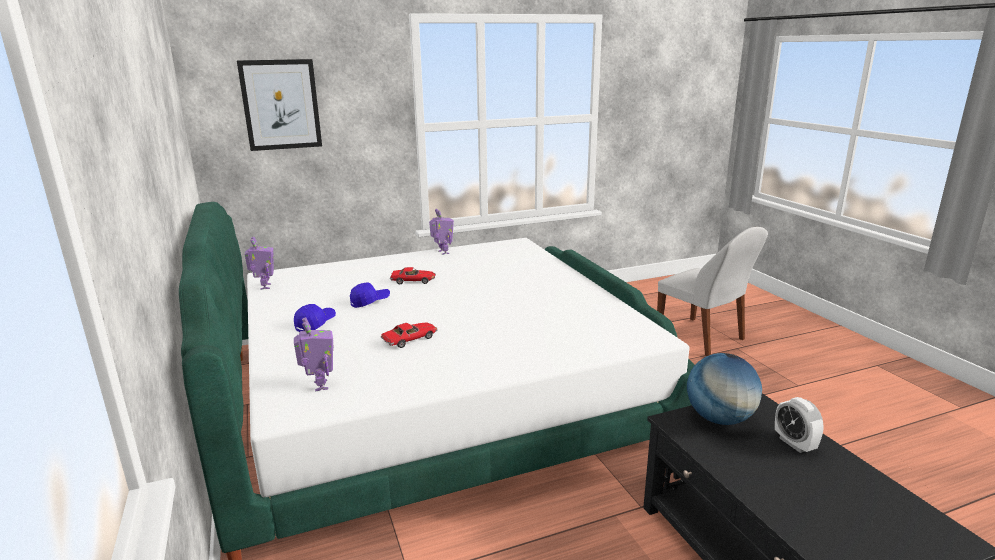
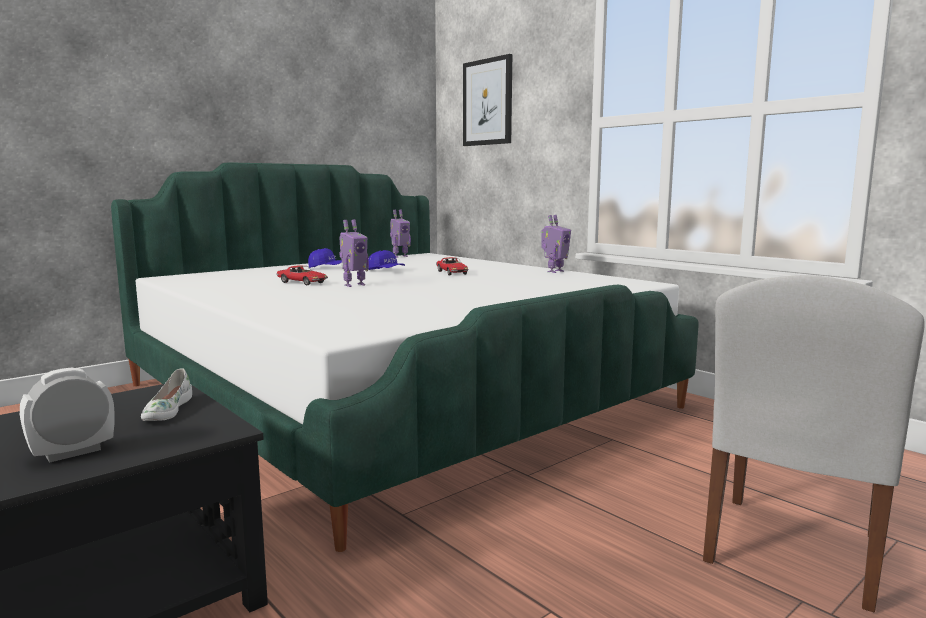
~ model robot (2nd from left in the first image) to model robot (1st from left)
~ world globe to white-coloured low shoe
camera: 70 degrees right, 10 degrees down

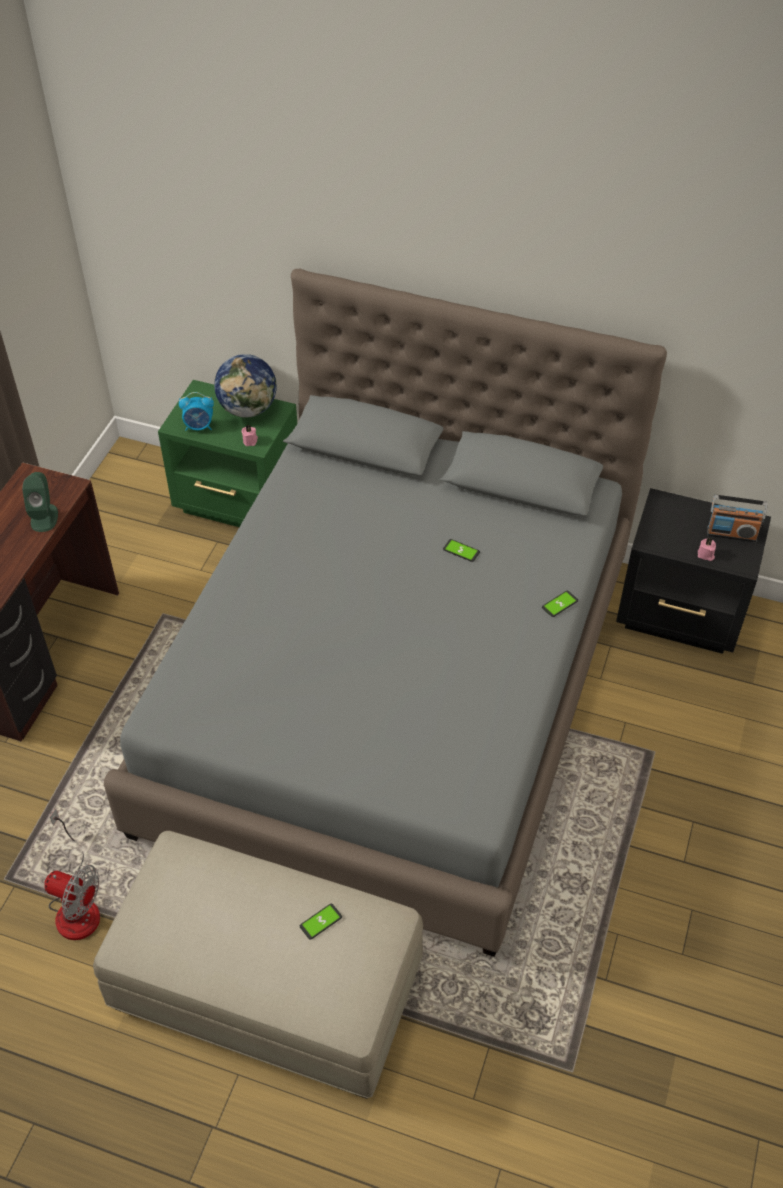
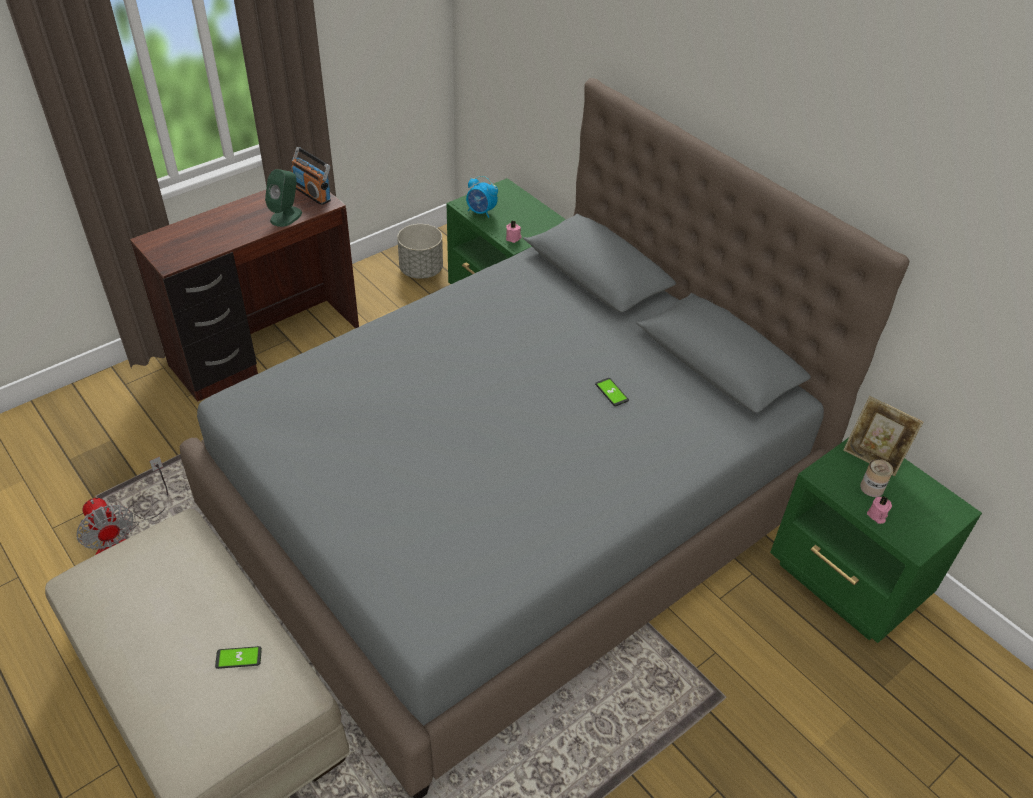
- world globe
~ blackish nightstand to green-coloured nightstand (2nd from left)
~ radio
- handset (3rd from left)
+ grey plant pot
+ standing frame
+ metal can
camera: 30 degrees right, 5 degrees down

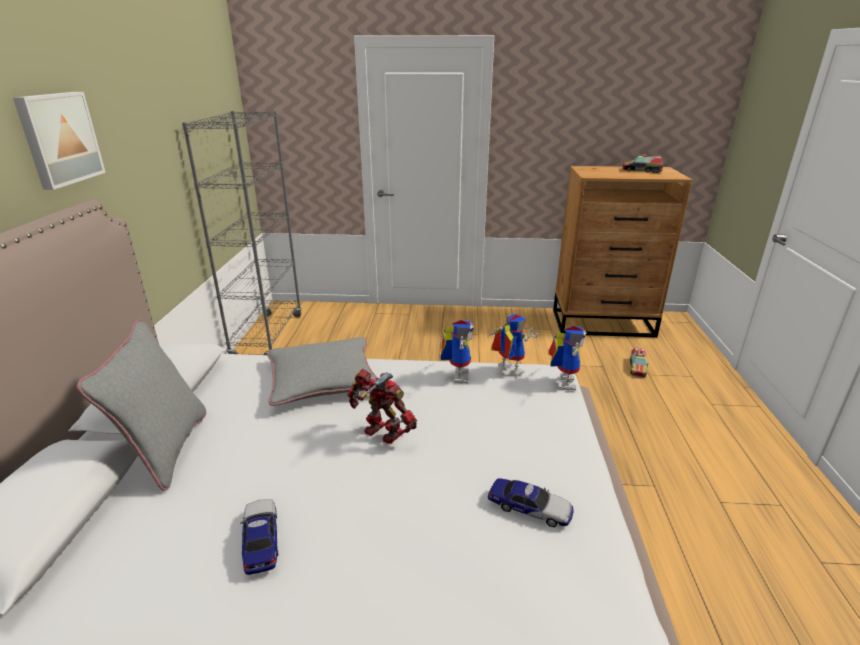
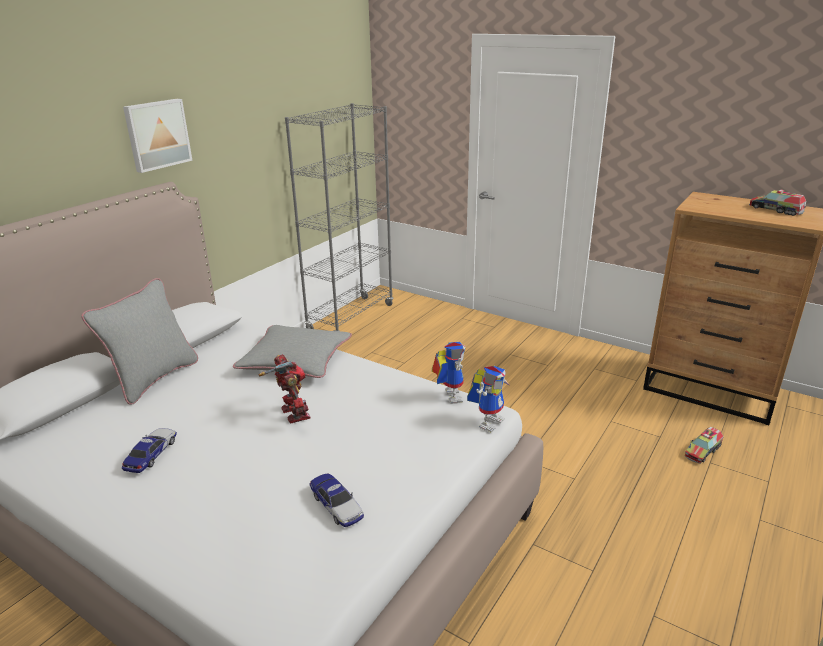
- model robot (2nd from left)
camera: 30 degrees right, 0 degrees up

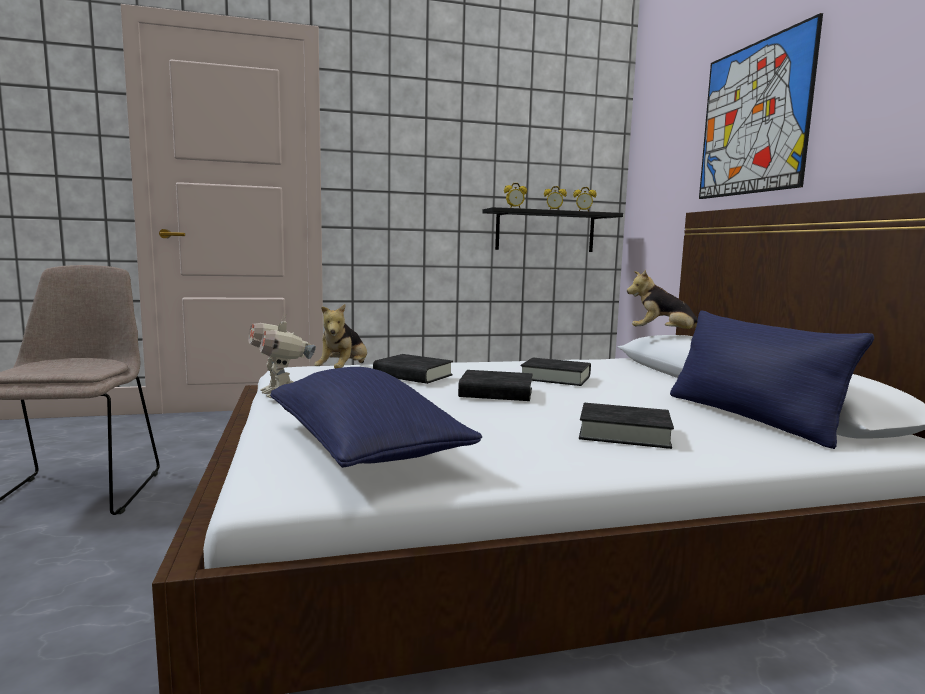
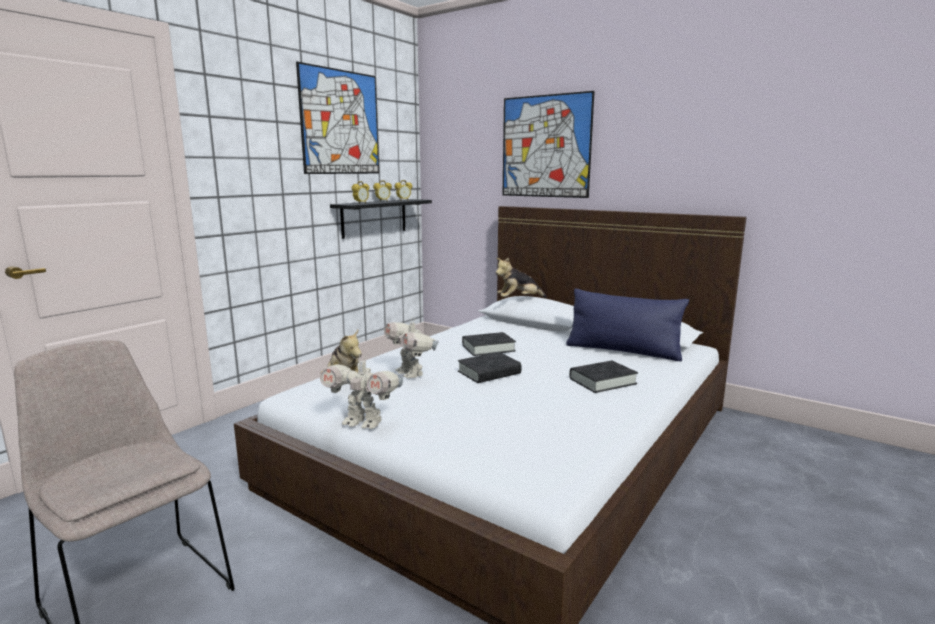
~ blackish book (1st from left) to model robot (2nd from left)
- blue pillow (1st from left)
+ wall picture (1st from left)
camera: 40 degrees left, 5 degrees up

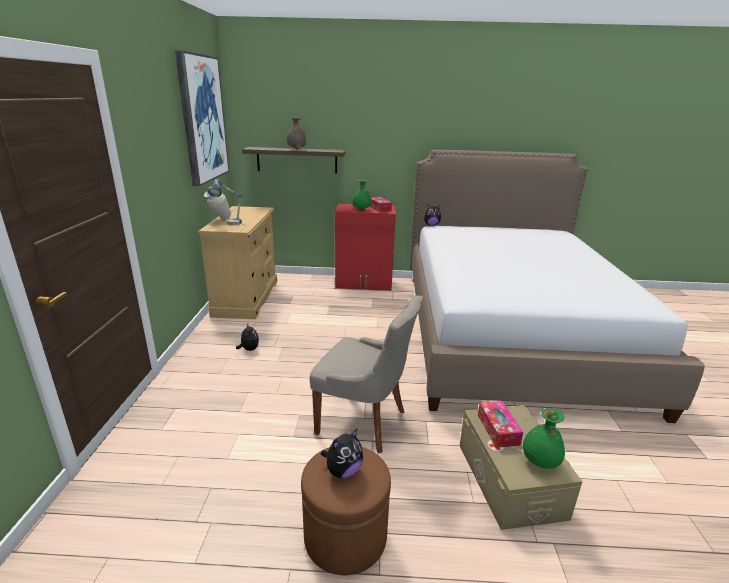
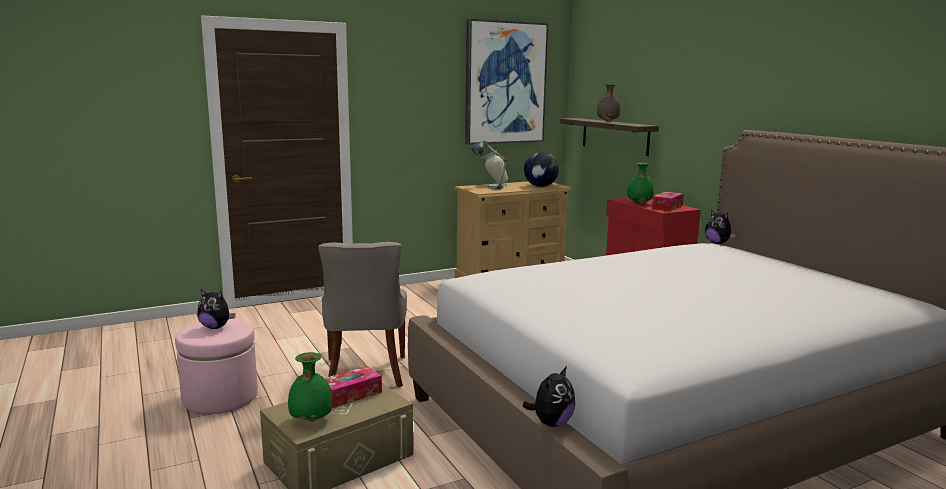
~ cuddly toy (1st from left in the first image) to cuddly toy (2nd from left)
~ brown pouffe to pinkish pouffe
+ world globe
camera: 60 degrees right, 10 degrees down

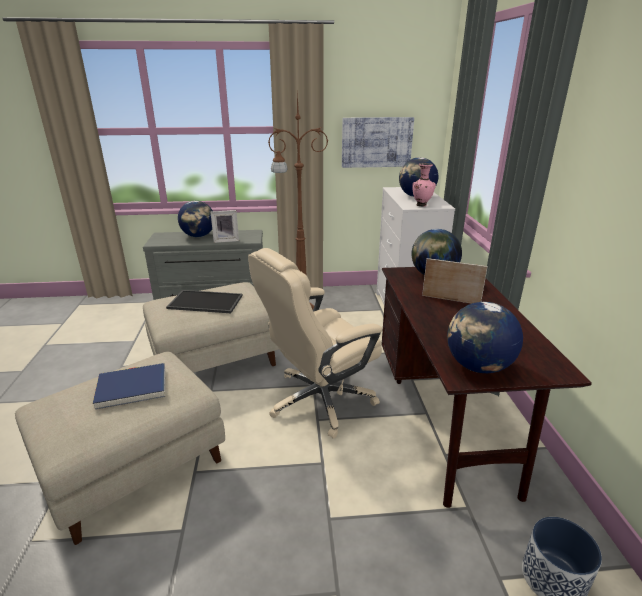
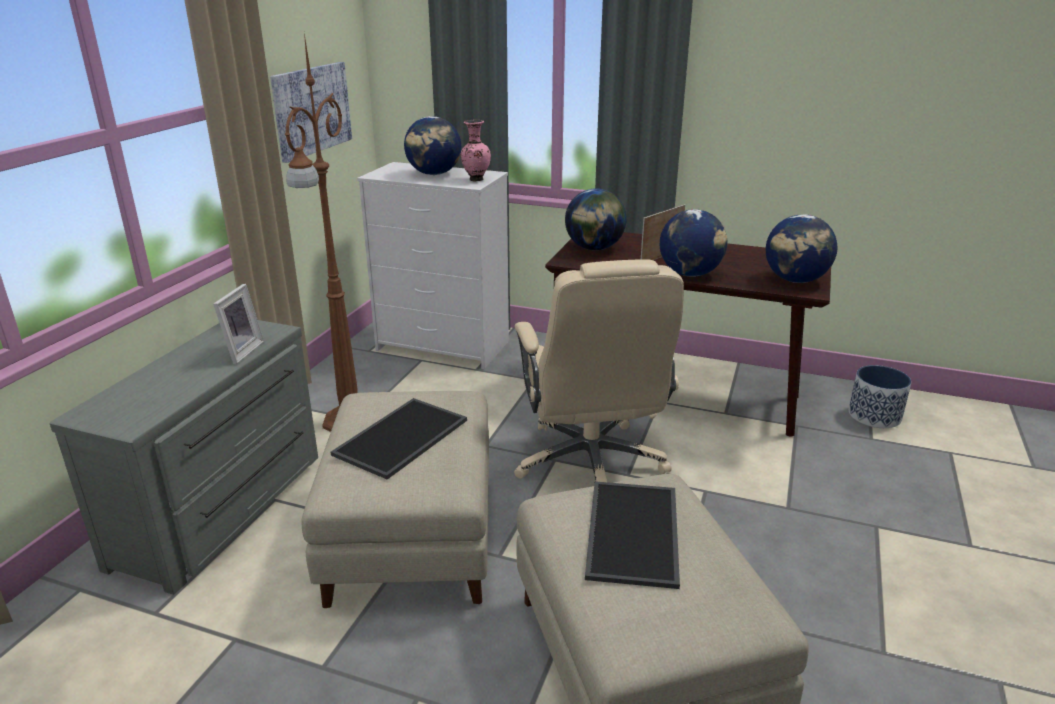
~ world globe (1st from left in the first image) to world globe (3rd from left)
~ blue book to tray (2nd from left)
camera: 65 degrees left, 0 degrees up

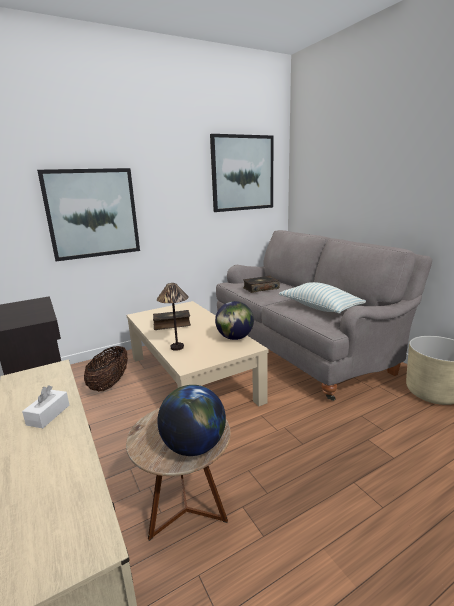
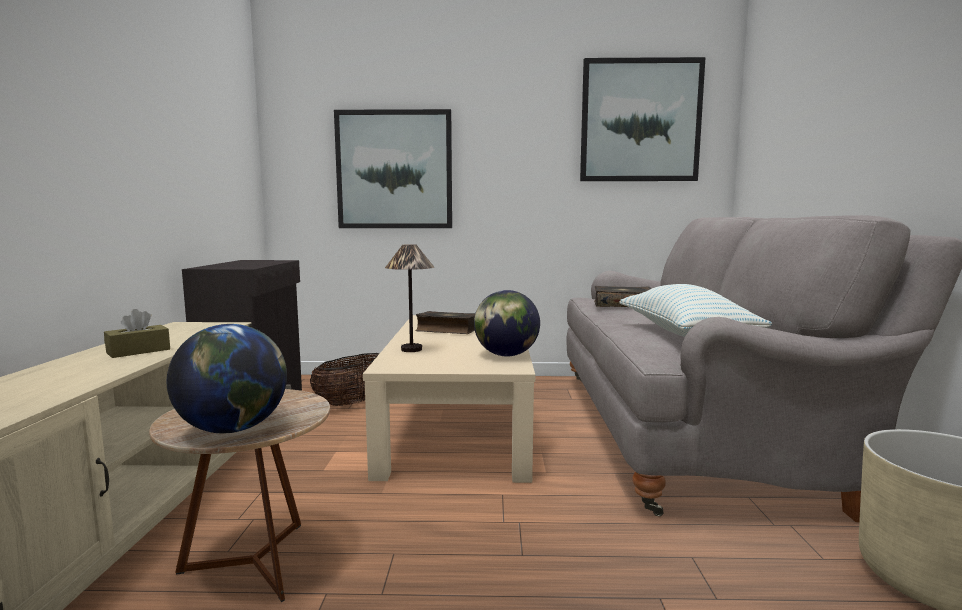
~ white-coloured box of tissues to brown box of tissues
camera: 30 degrees right, 10 degrees down

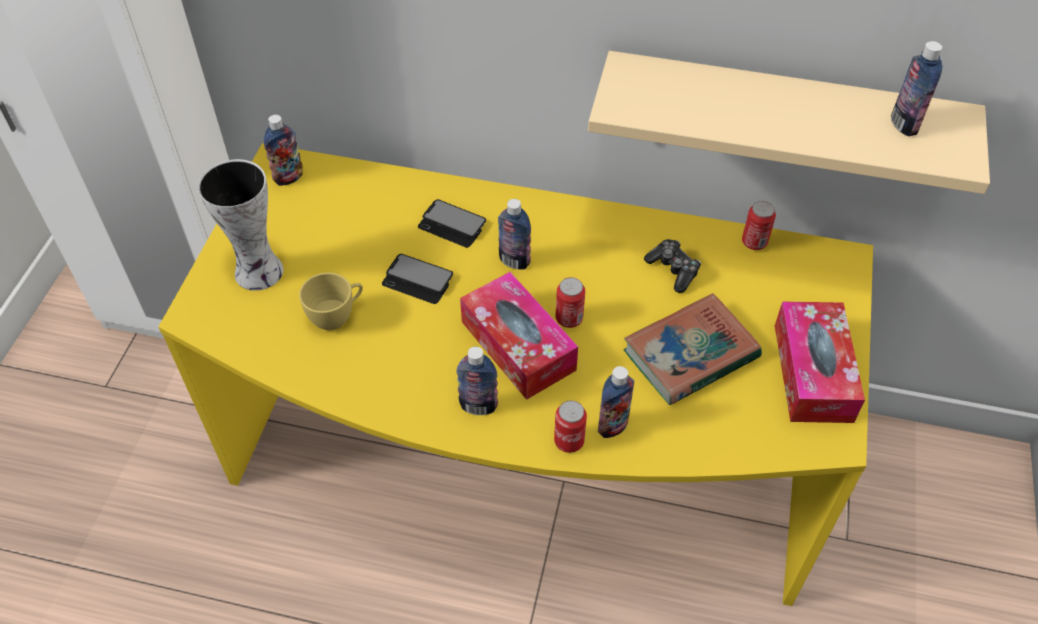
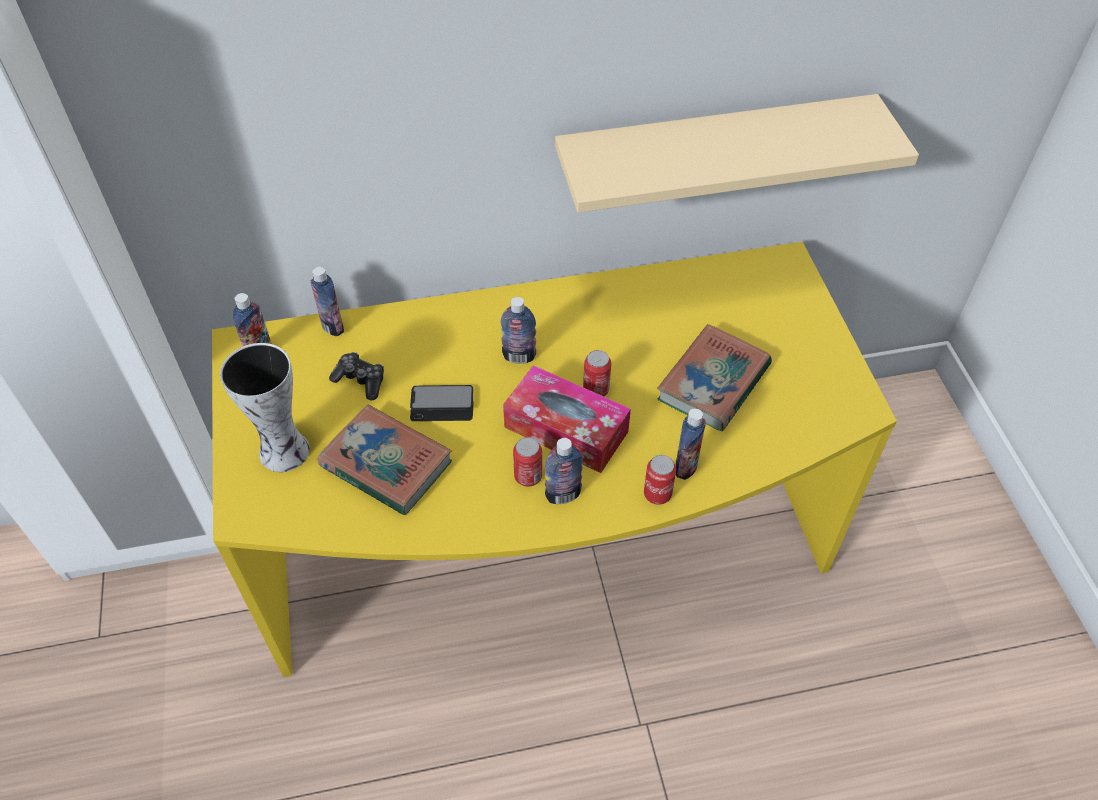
~ bottle (5th from left in the first image) to bottle (2nd from left)
- handset (2nd from left)
~ metal can (3rd from left in the first image) to metal can (1st from left)
~ joypad
~ yellowish cup to book (1st from left)
- box of tissues (2nd from left)
camera: 25 degrees left, 0 degrees up

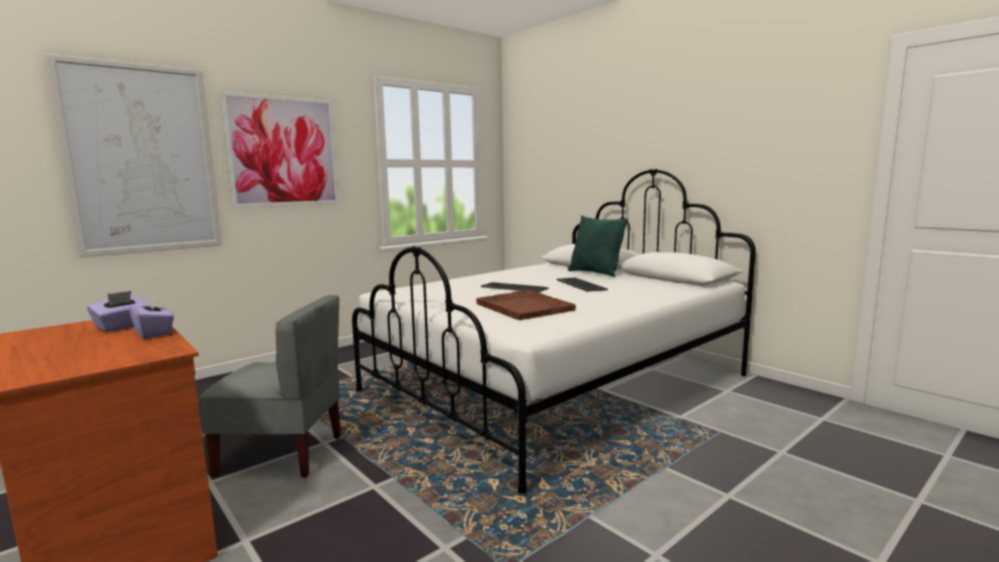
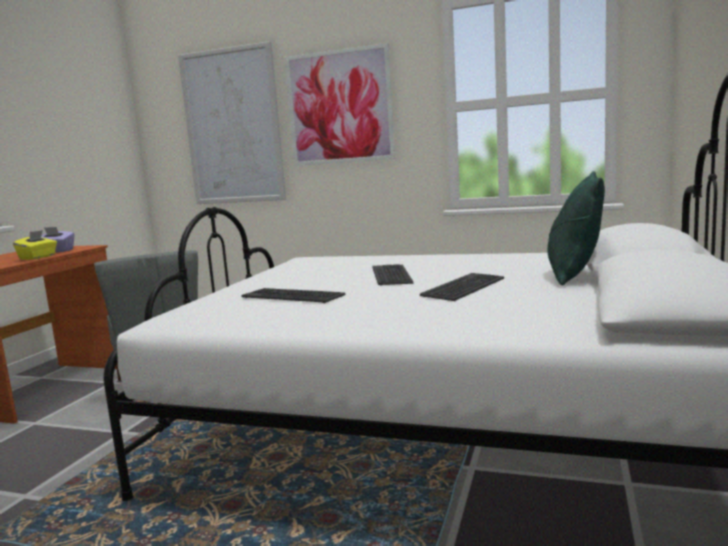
~ brown tray to keyboard (1st from left)
~ purple-coloured box of tissues (2nd from left) to yellowish box of tissues
camera: 60 degrees right, 0 degrees up

